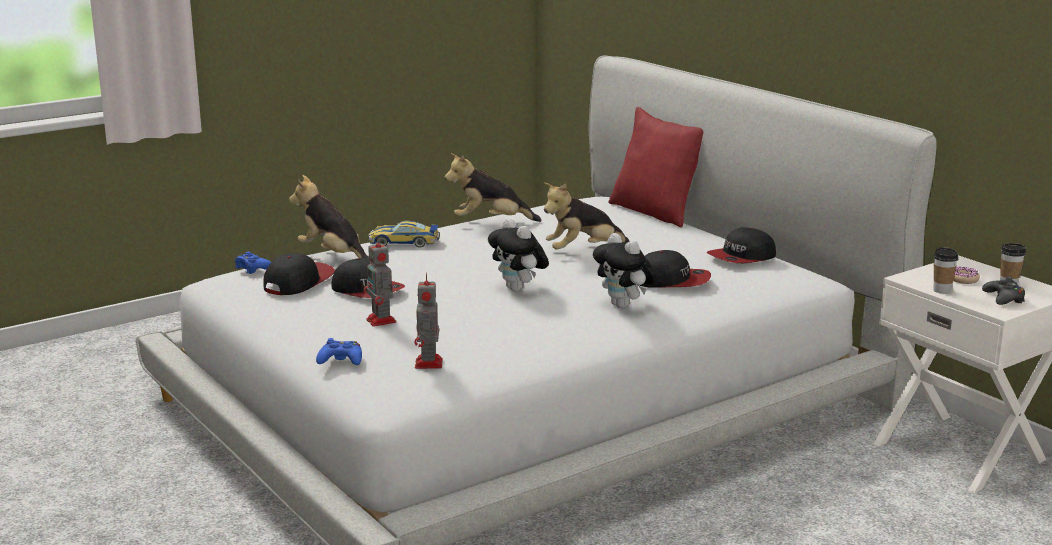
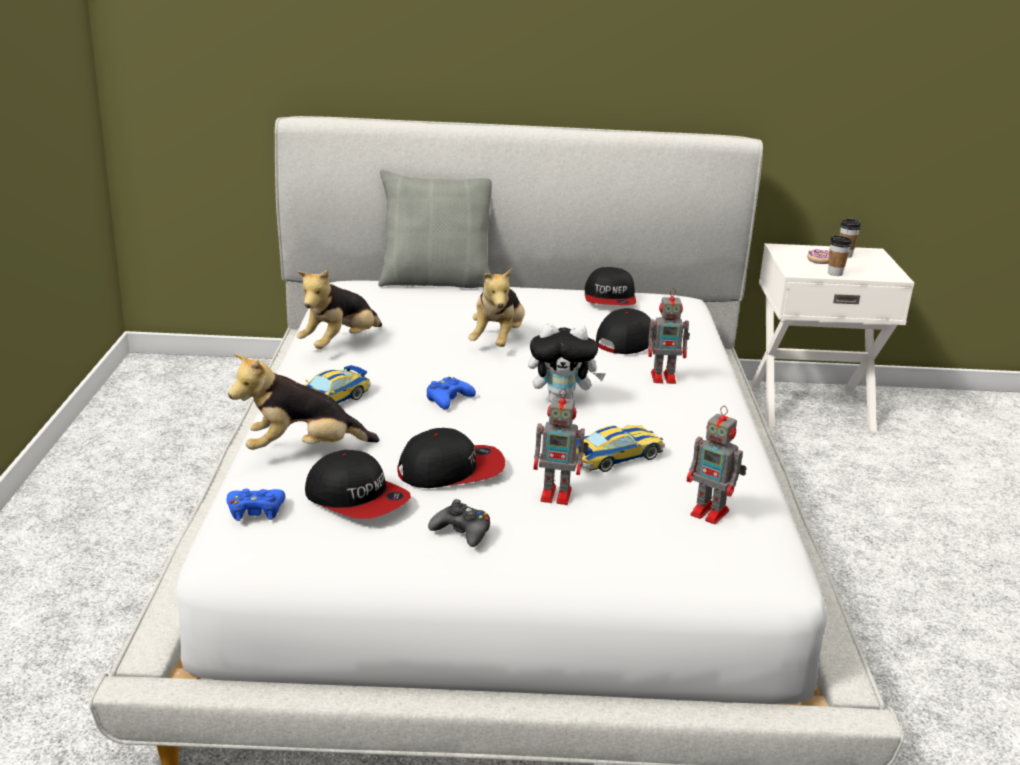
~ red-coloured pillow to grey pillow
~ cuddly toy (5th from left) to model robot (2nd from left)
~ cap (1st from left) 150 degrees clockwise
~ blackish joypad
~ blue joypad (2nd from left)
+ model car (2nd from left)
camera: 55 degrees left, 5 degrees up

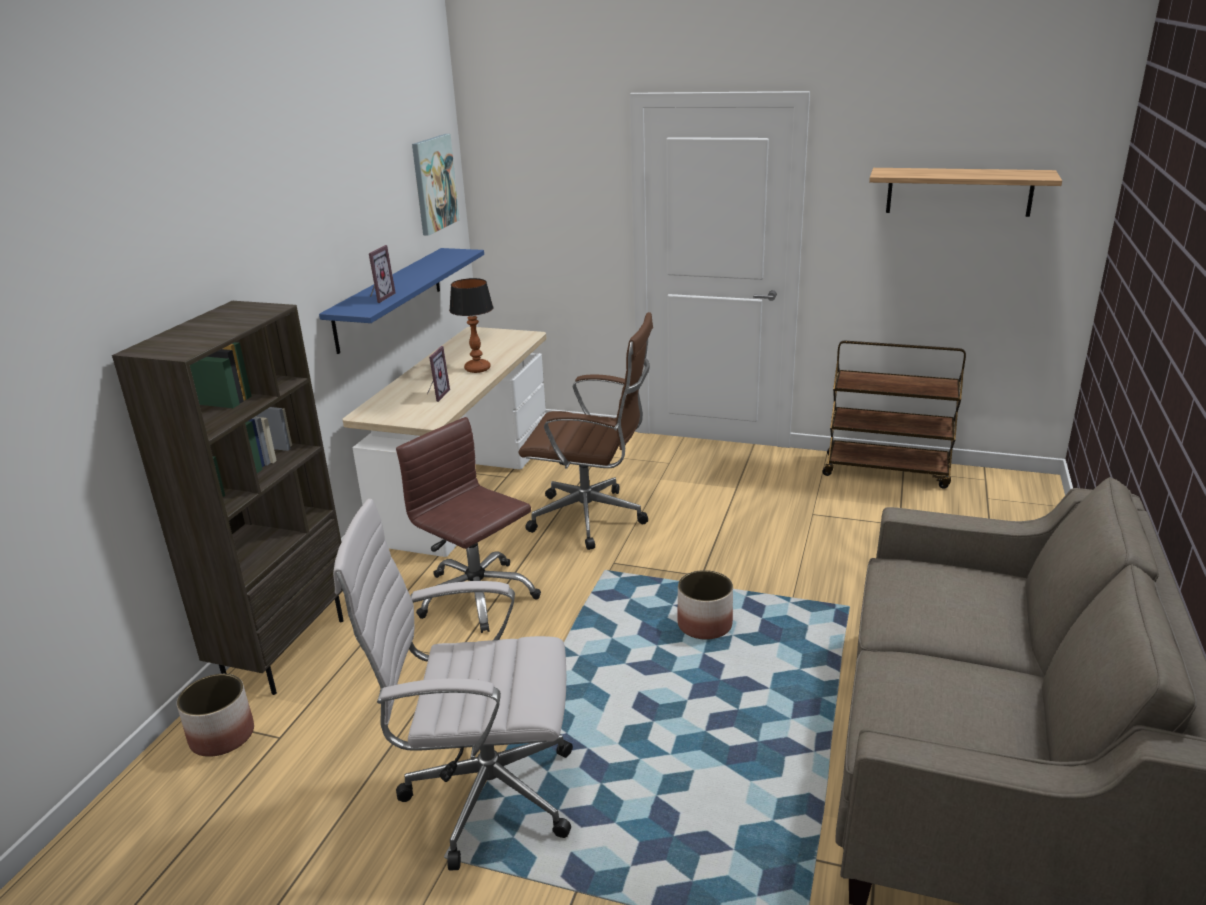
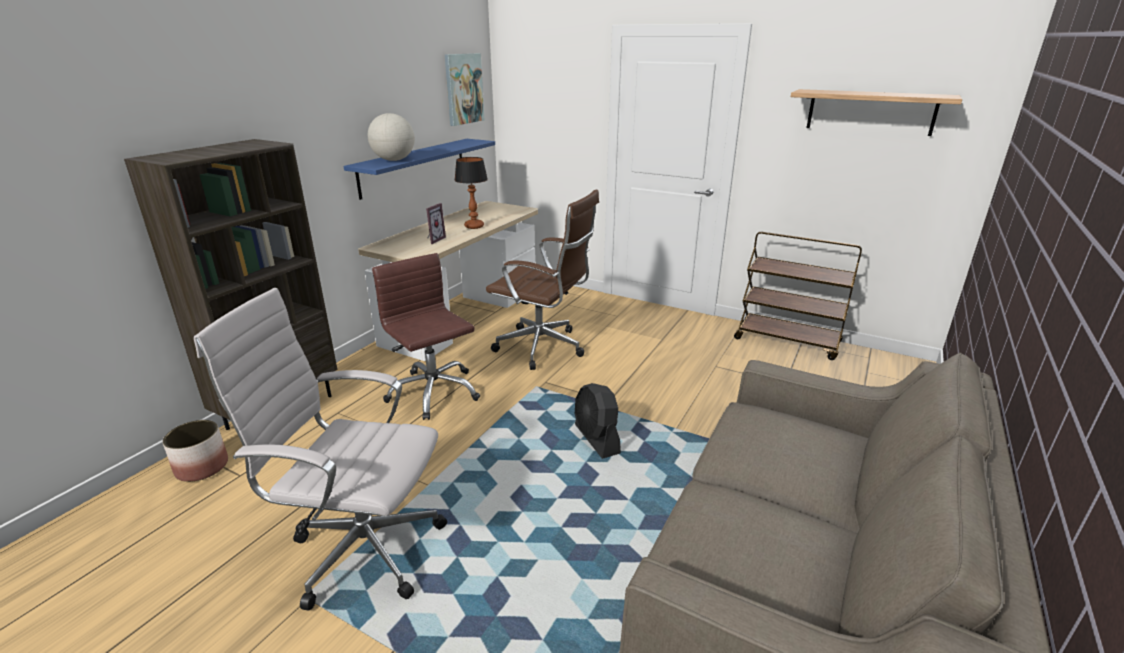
~ standing frame (1st from left) to world globe
~ plant pot (2nd from left) to blackish fan
camera: 10 degrees right, 0 degrees up

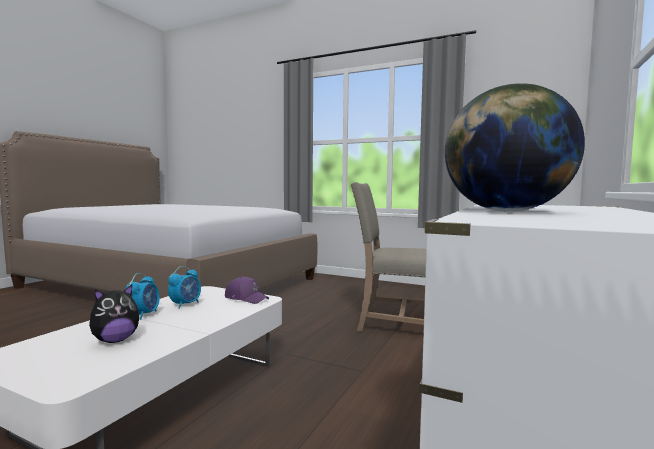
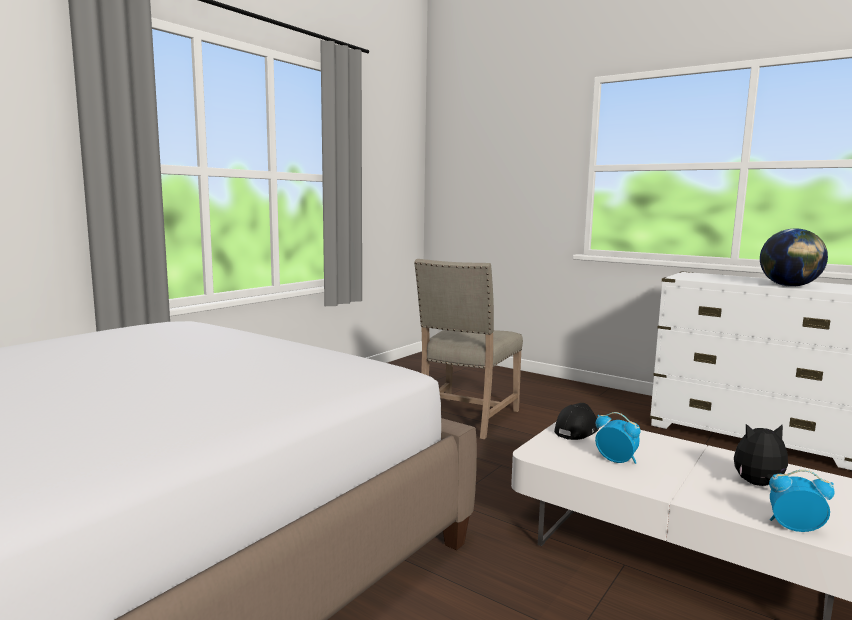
~ table clock (1st from left in the first image) to table clock (2nd from left)
~ purple-coloured cap to blackish cap
~ cuddly toy 60 degrees counterclockwise
camera: 80 degrees left, 5 degrees up

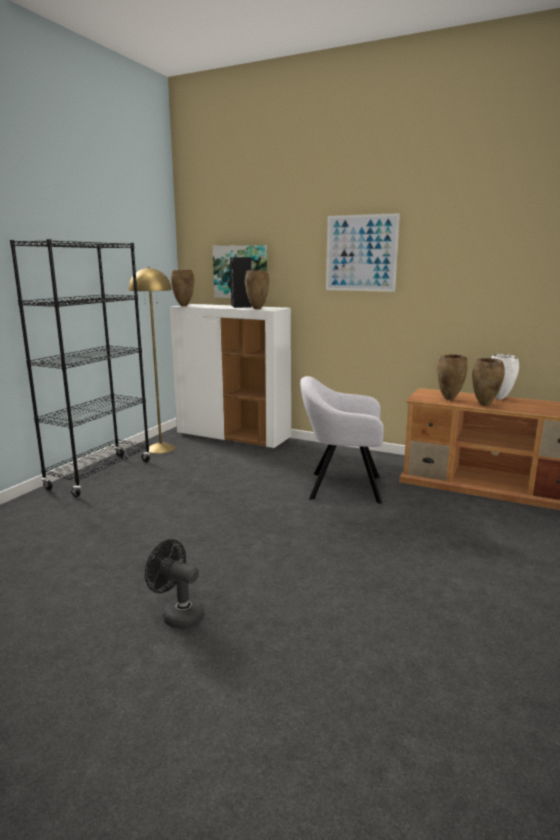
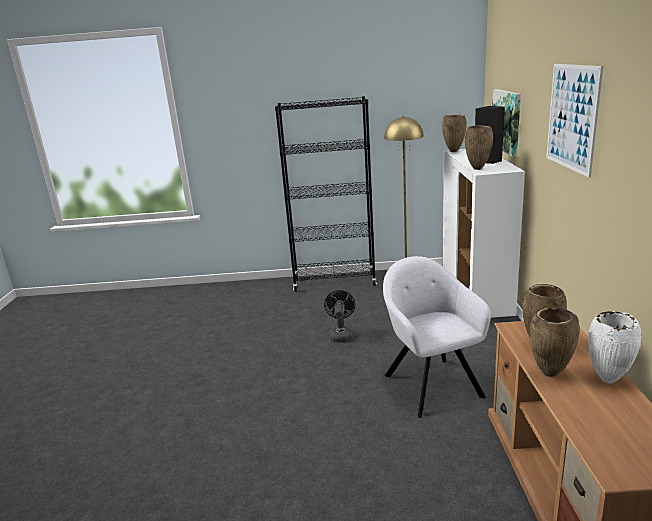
~ blackish fan
camera: 65 degrees right, 5 degrees up

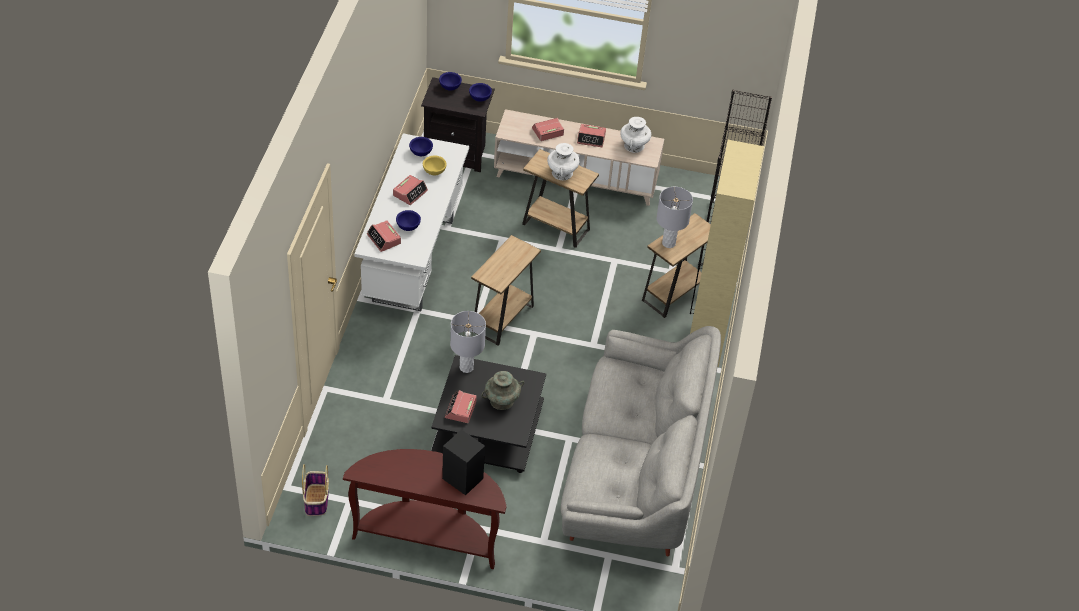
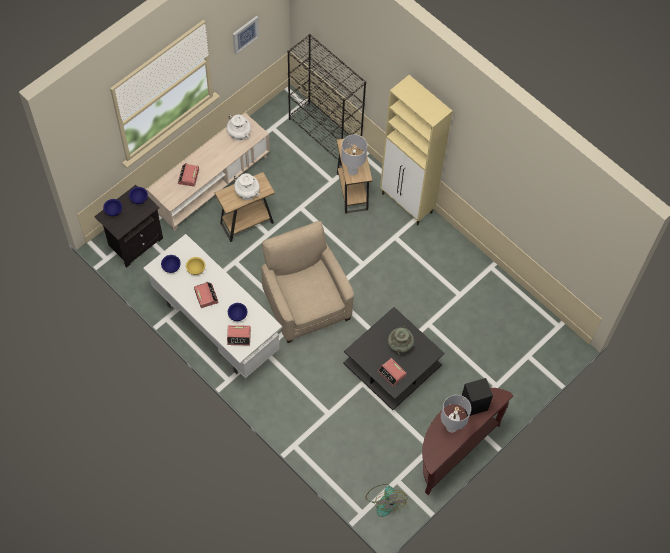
- table clock (5th from left)
~ brown end table (1st from left) to beige-coloured armchair
~ grey lamp for a table (1st from left in the first image) to grey lamp for a table (2nd from left)
- grey settee
~ basket to fan
+ wall picture
camera: 55 degrees left, 15 degrees up

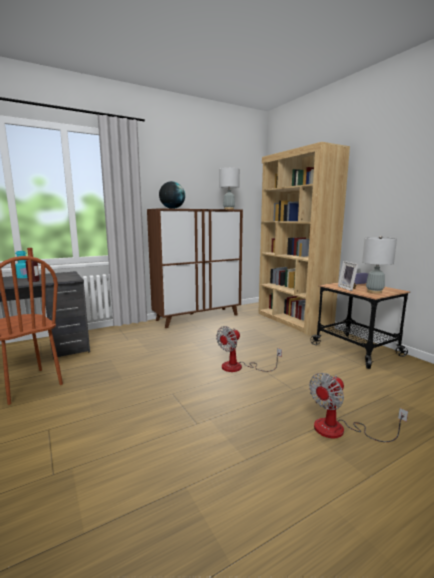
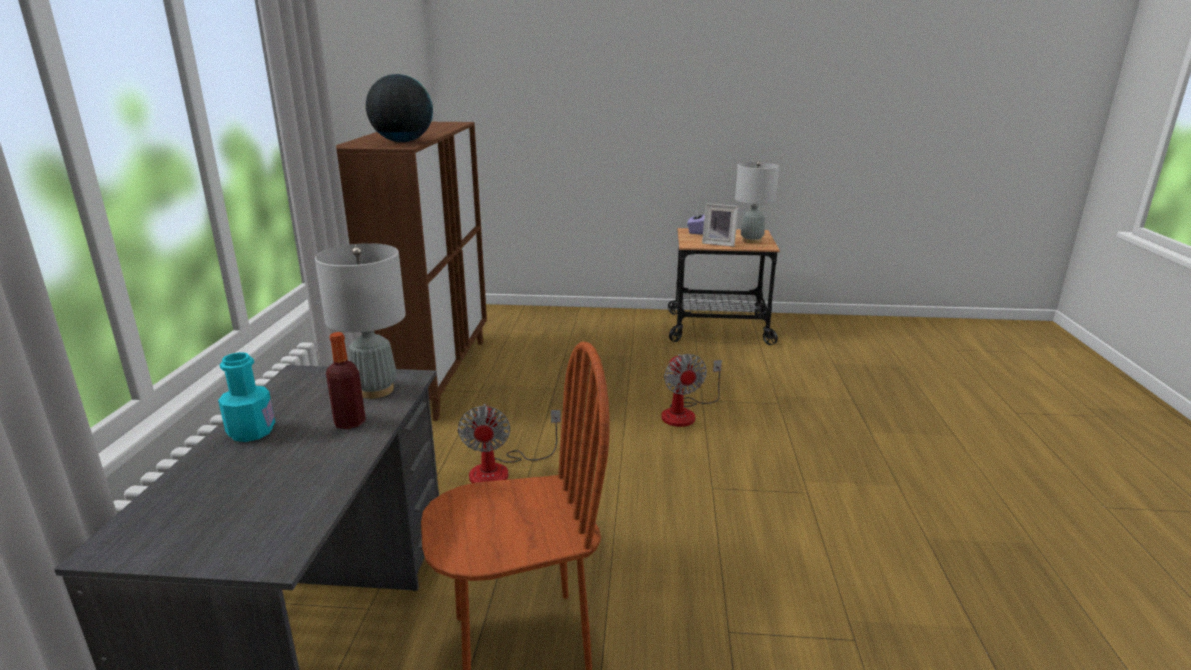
- brown shelving unit
~ grey lamp for a table (1st from left)
~ fan (2nd from left in the first image) to fan (1st from left)
camera: 55 degrees left, 10 degrees up

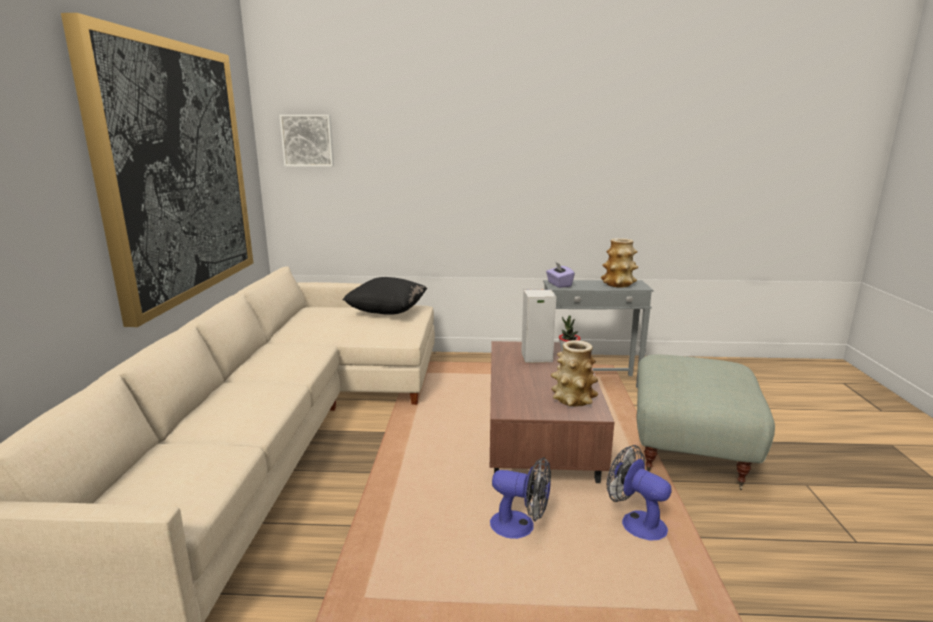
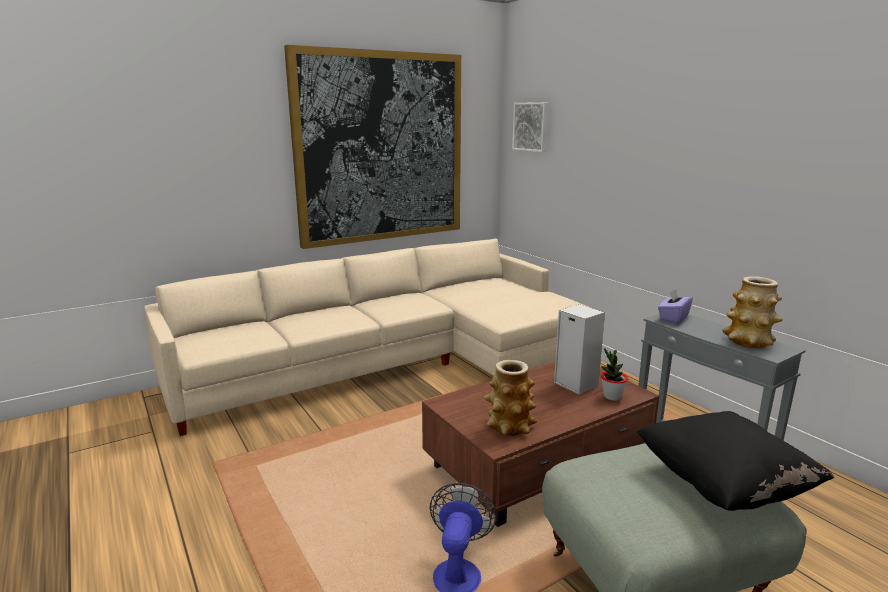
~ blackish pillow
- fan (1st from left)
camera: 55 degrees right, 0 degrees up

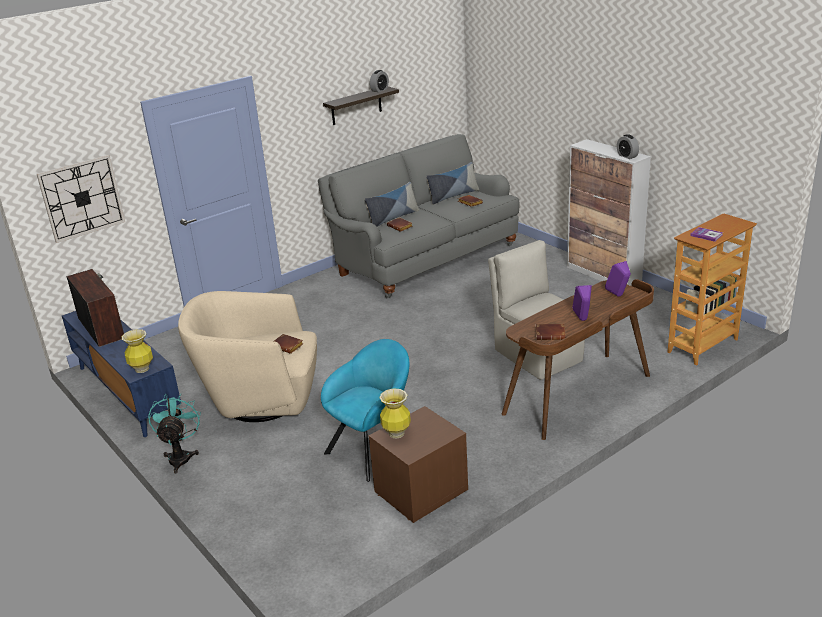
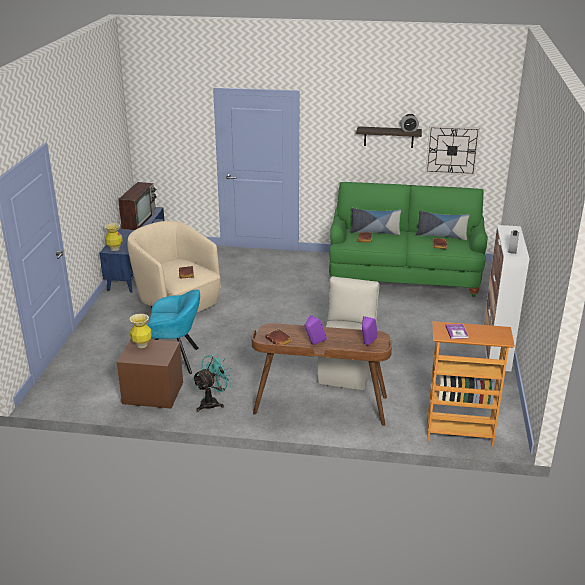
~ grey settee to green-coloured settee
~ hanging clock
~ turquoise fan
camera: 45 degrees right, 0 degrees up

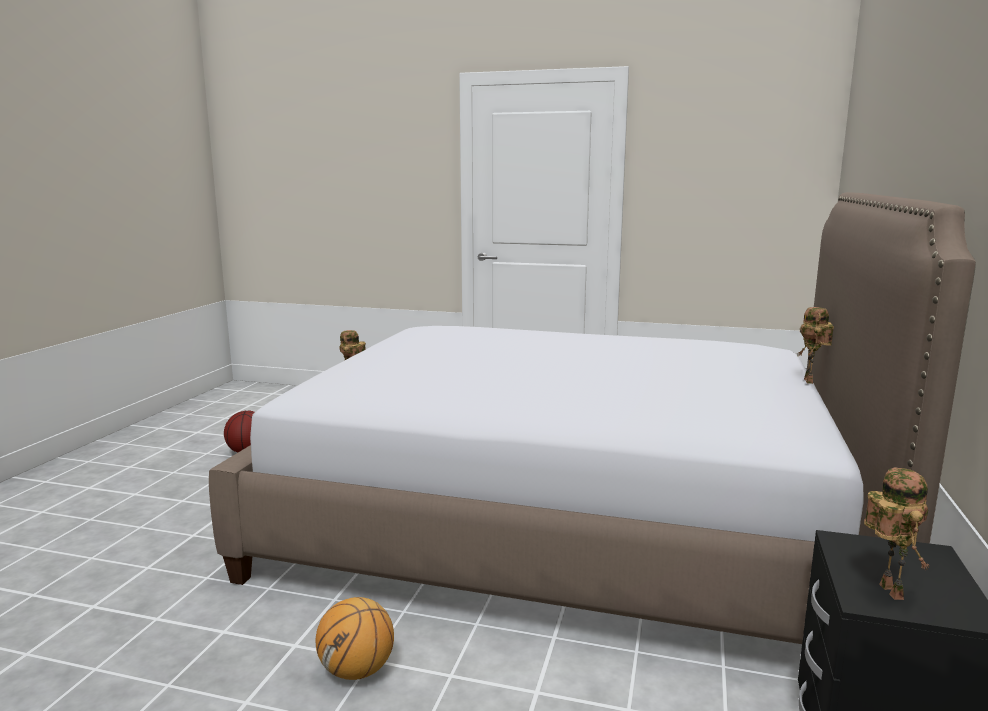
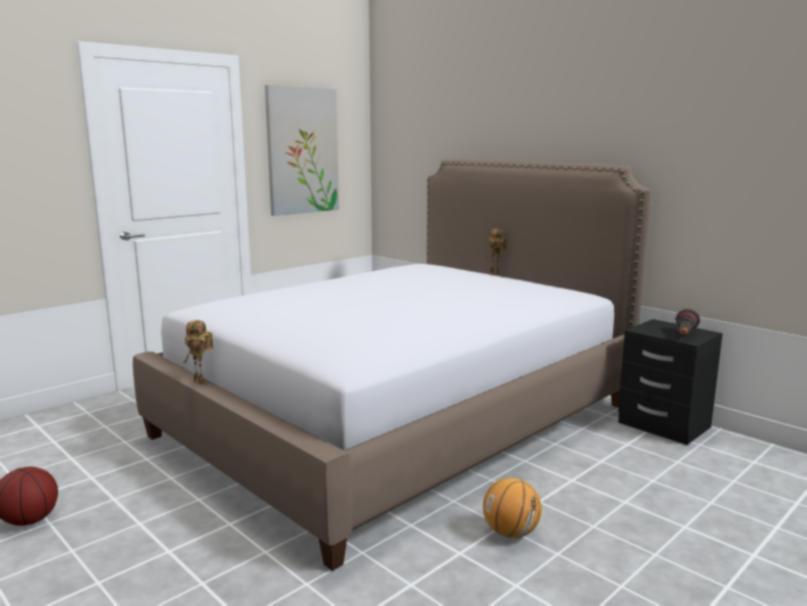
~ model robot (3rd from left) to torch
+ wall picture
camera: 60 degrees left, 0 degrees up

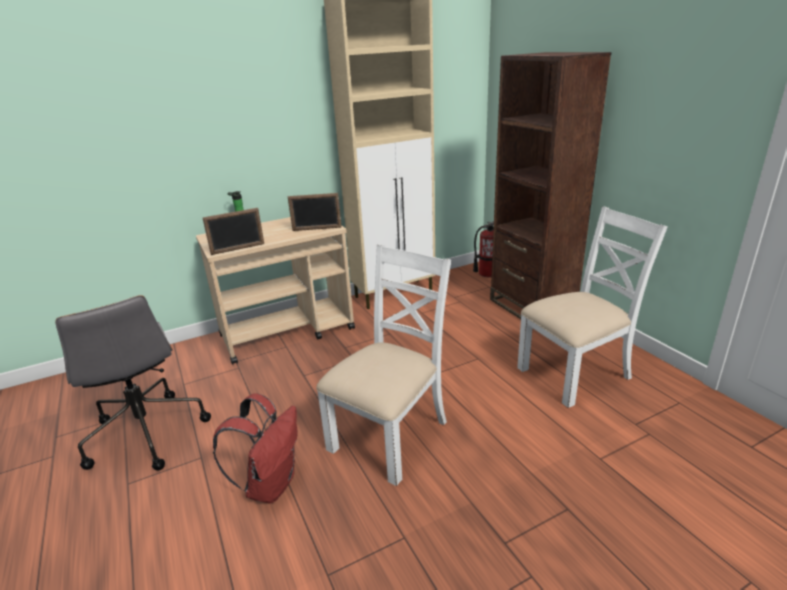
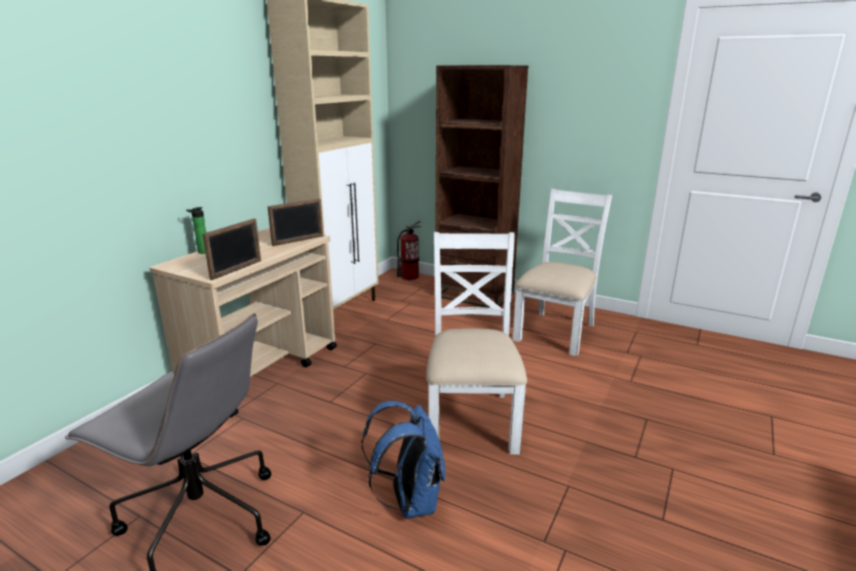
~ red-coloured knapsack to blue knapsack
camera: 35 degrees left, 5 degrees down

